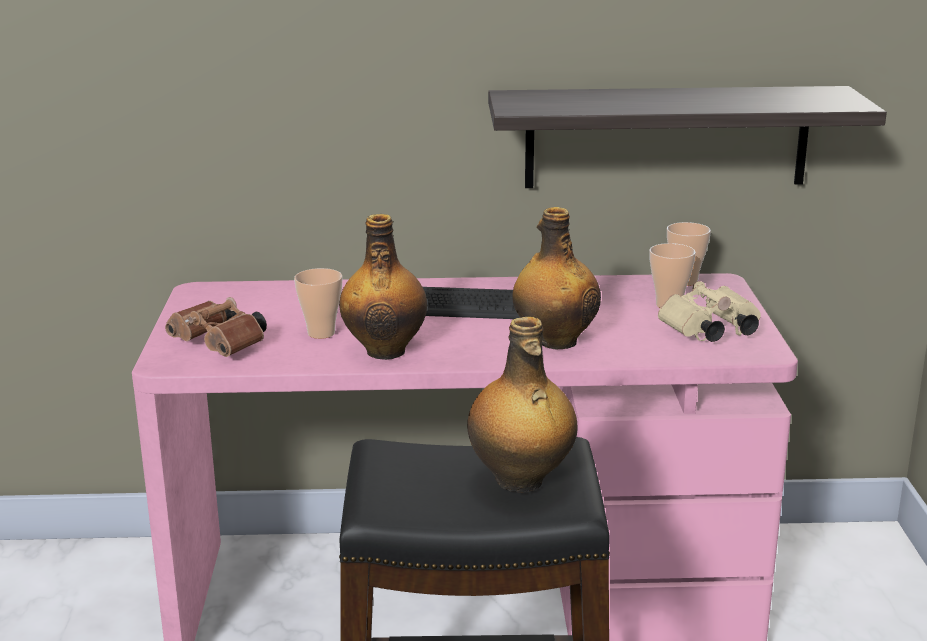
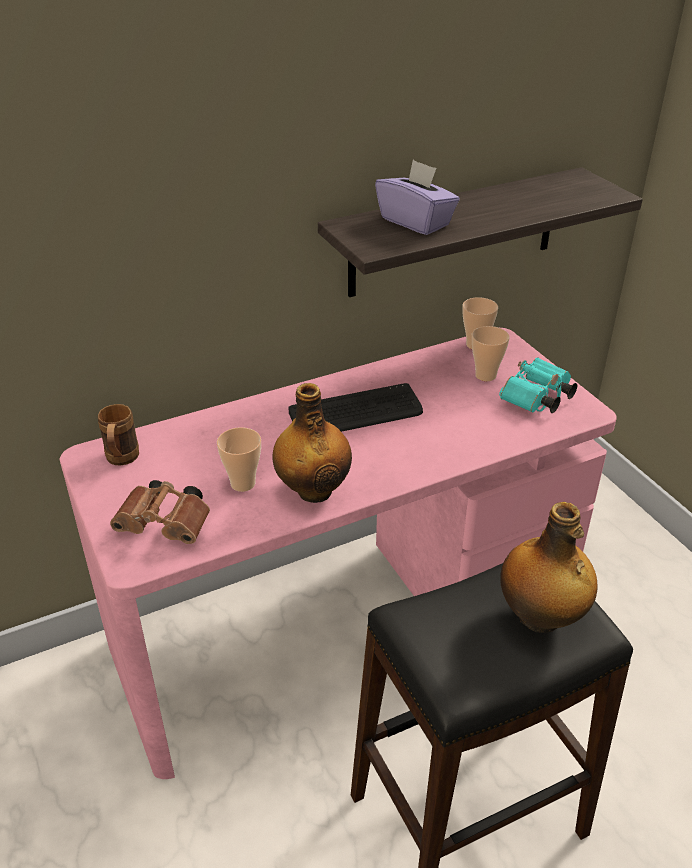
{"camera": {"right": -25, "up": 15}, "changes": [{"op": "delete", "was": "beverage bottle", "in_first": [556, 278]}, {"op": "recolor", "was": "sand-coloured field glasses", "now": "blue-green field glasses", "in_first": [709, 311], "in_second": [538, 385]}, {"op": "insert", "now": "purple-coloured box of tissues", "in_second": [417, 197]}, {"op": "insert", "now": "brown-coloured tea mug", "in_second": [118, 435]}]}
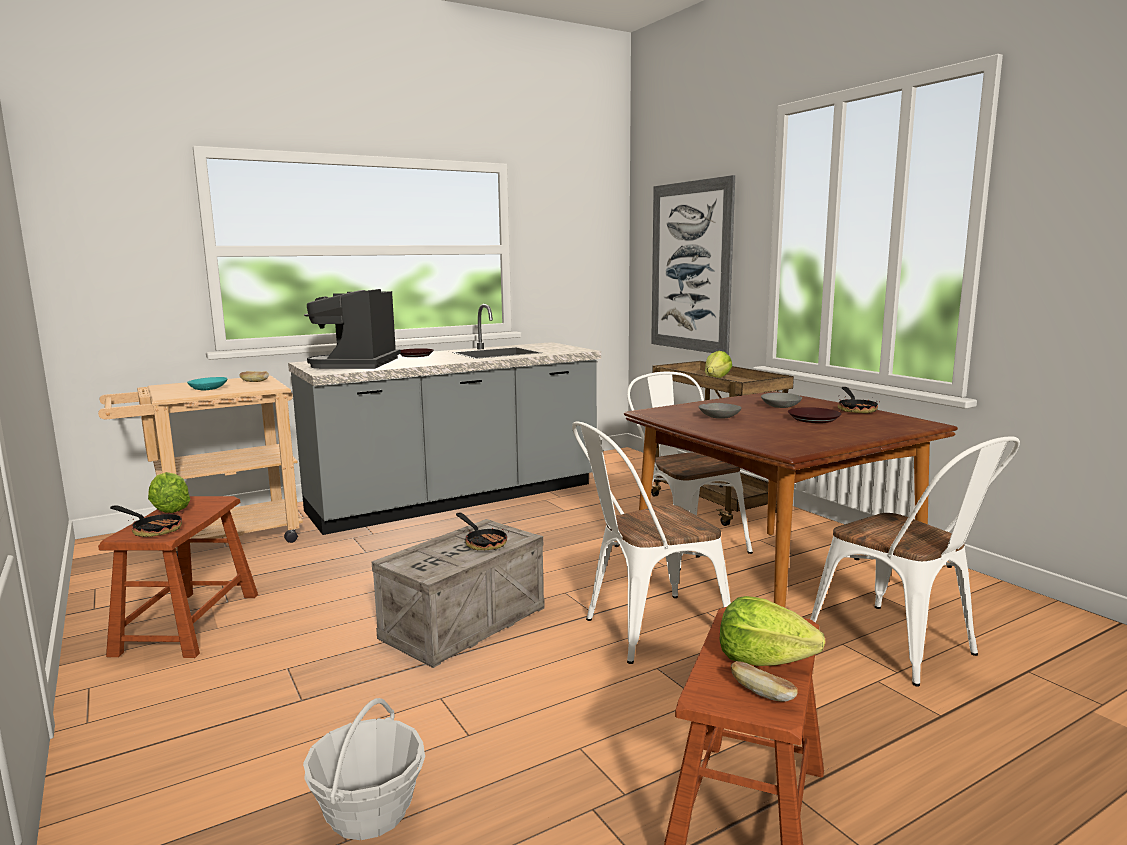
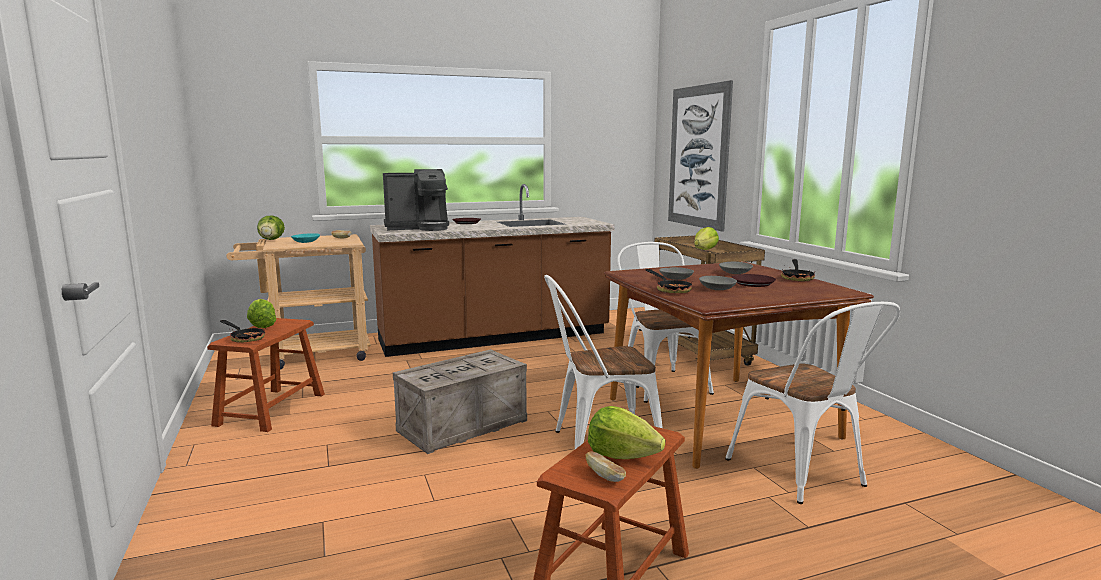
{"camera": {"right": 10, "up": 0}, "changes": [{"op": "rotate", "was": "coffee machine", "in_first": [352, 329], "in_second": [416, 200], "clockwise": -120}, {"op": "recolor", "was": "gray kitchen counter", "now": "brown-coloured kitchen counter", "in_first": [444, 419], "in_second": [492, 270]}, {"op": "move", "was": "pan", "in_first": [481, 531], "in_second": [669, 281]}, {"op": "delete", "was": "household basket", "in_first": [364, 769]}, {"op": "insert", "now": "lettuce head", "in_second": [271, 227]}, {"op": "insert", "now": "gray serving bowl", "in_second": [718, 283]}]}
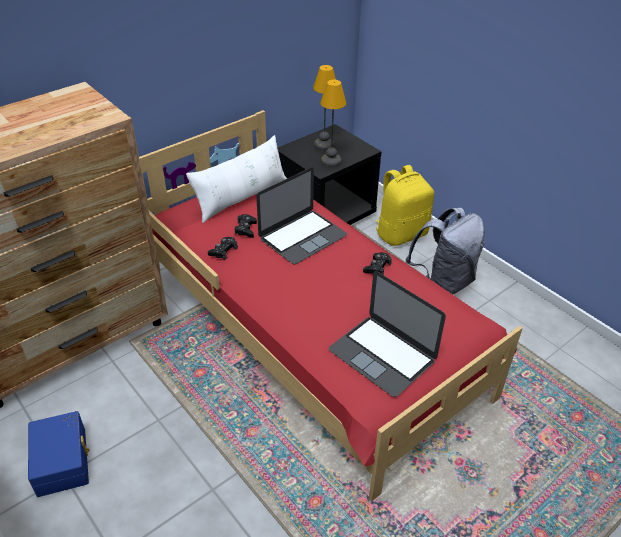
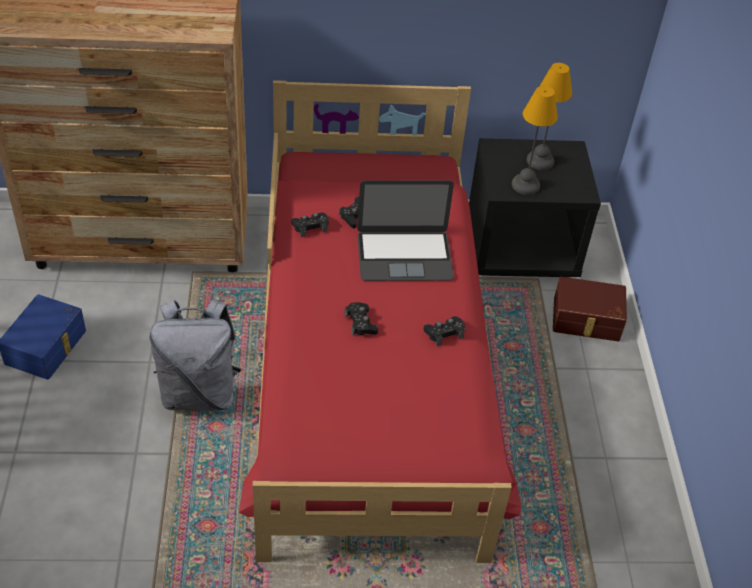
{"camera": {"right": 35, "up": 5}, "changes": [{"op": "delete", "was": "whitish cushion", "in_first": [236, 179]}, {"op": "replace", "was": "yellowish knapsack", "now": "brown-coloured storage box", "in_first": [404, 205], "in_second": [590, 309]}, {"op": "move", "was": "gray knapsack", "in_first": [445, 251], "in_second": [195, 355]}, {"op": "delete", "was": "laptop", "in_first": [387, 334]}, {"op": "insert", "now": "blackish gamepad", "in_second": [361, 319]}]}
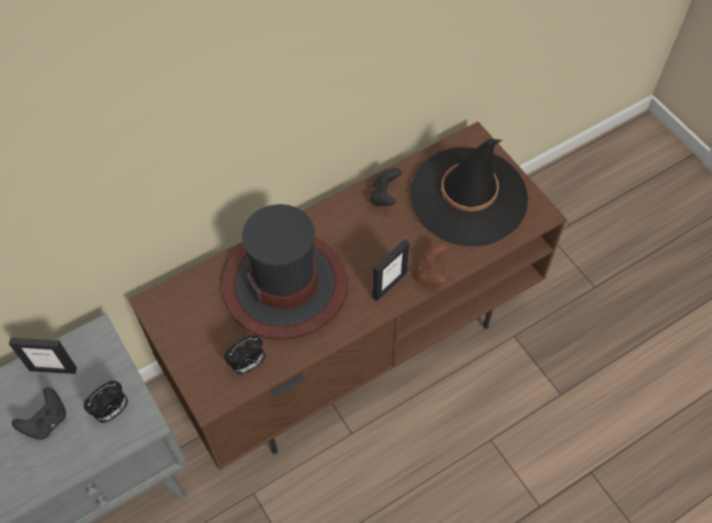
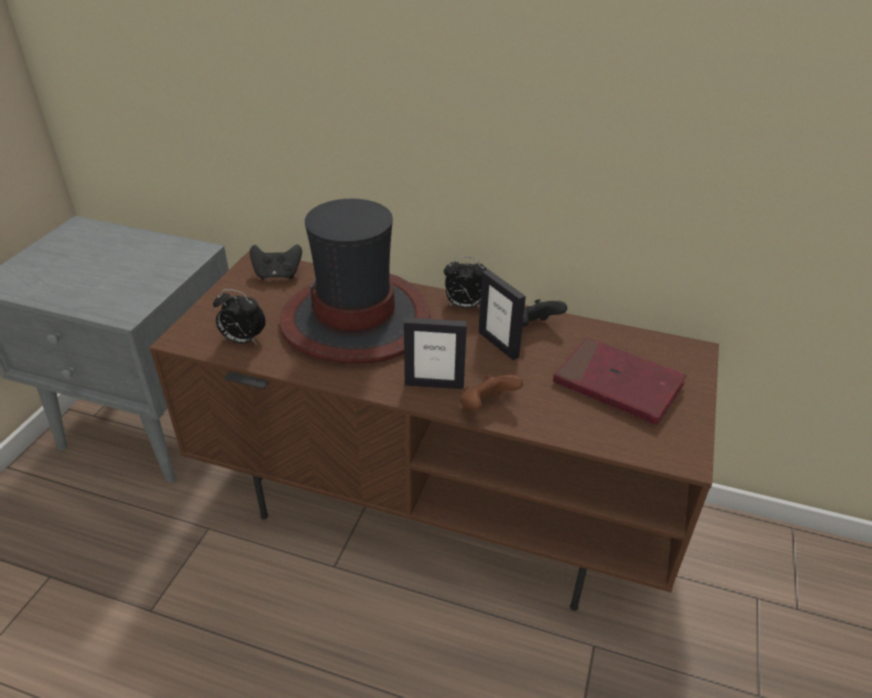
{"camera": {"right": 50, "up": -20}, "changes": [{"op": "replace", "was": "blackish wearable hat", "now": "red-coloured book", "in_first": [469, 192], "in_second": [620, 381]}, {"op": "move", "was": "photo frame", "in_first": [43, 356], "in_second": [502, 314]}, {"op": "move", "was": "table clock", "in_first": [106, 401], "in_second": [465, 282]}, {"op": "move", "was": "blackish gamepad", "in_first": [39, 413], "in_second": [276, 261]}]}
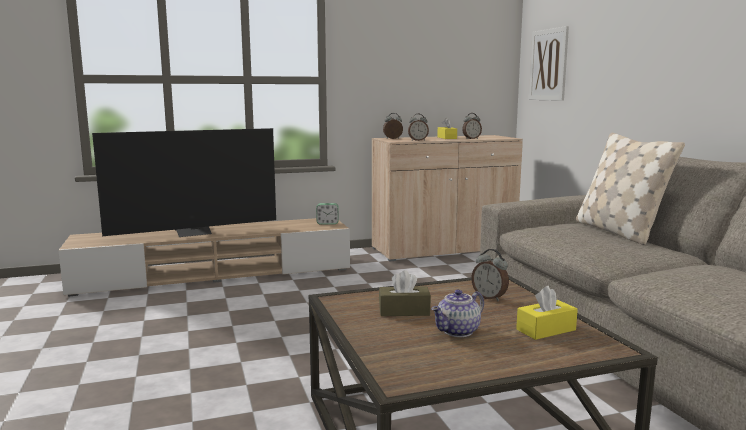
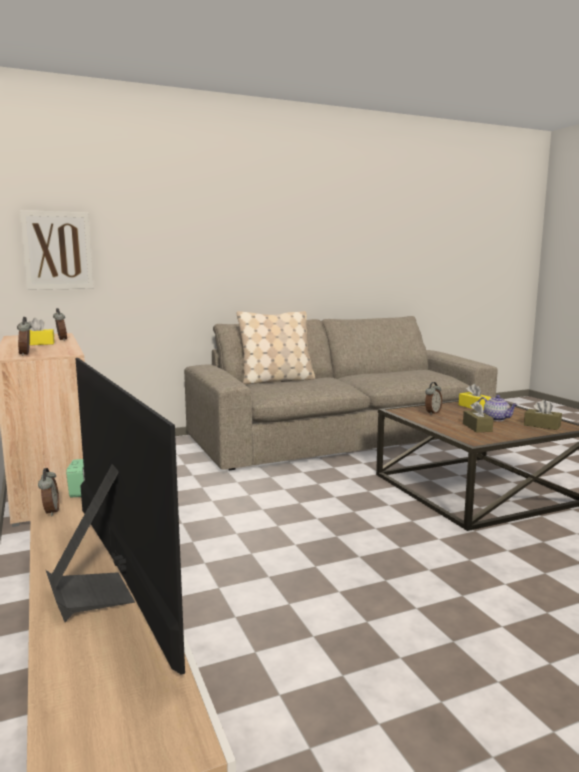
{"camera": {"right": -95, "up": 0}, "changes": [{"op": "move", "was": "table clock", "in_first": [418, 127], "in_second": [48, 492]}, {"op": "insert", "now": "brown-coloured box of tissues", "in_second": [543, 415]}]}
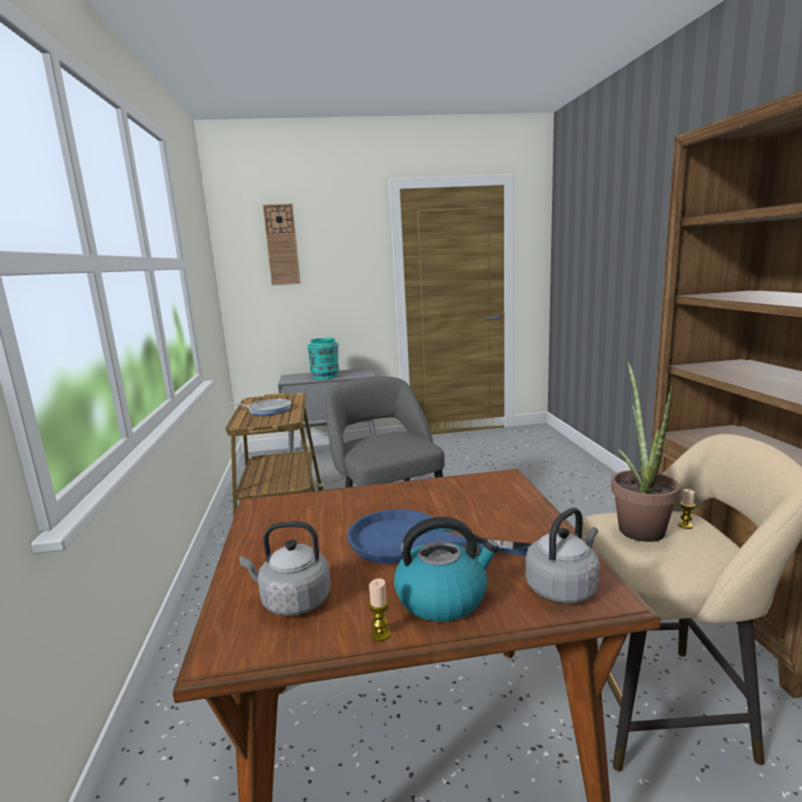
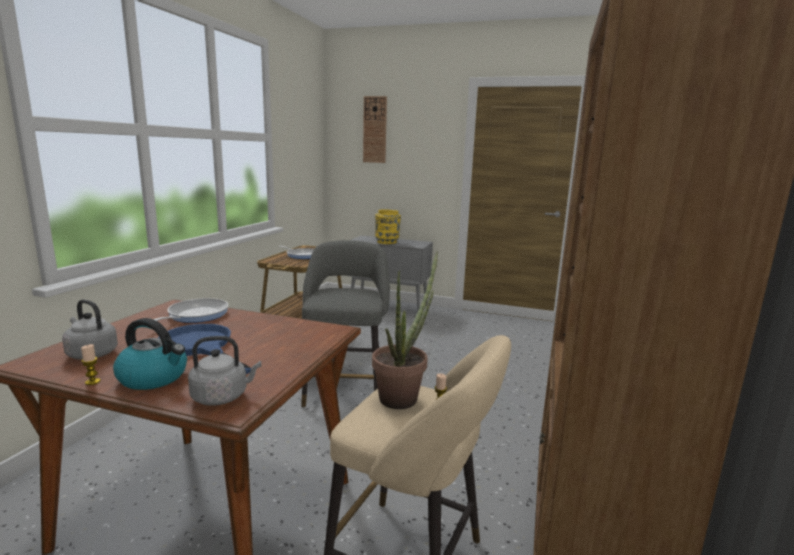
{"camera": {"right": 25, "up": 0}, "changes": [{"op": "recolor", "was": "blue-green vase", "now": "yellowish vase", "in_first": [323, 359], "in_second": [388, 226]}, {"op": "insert", "now": "pan", "in_second": [191, 310]}]}
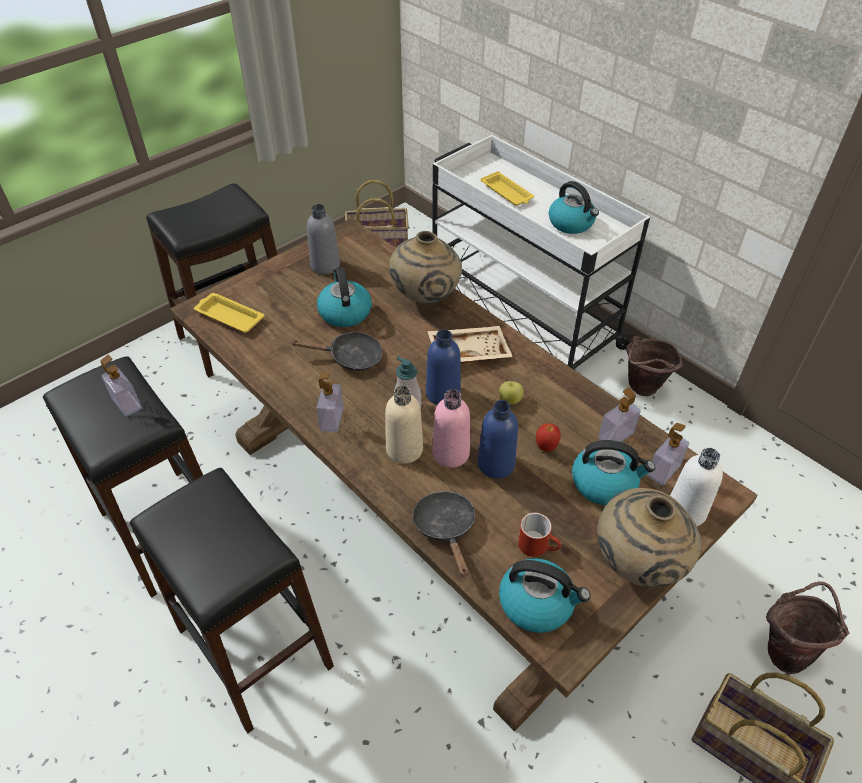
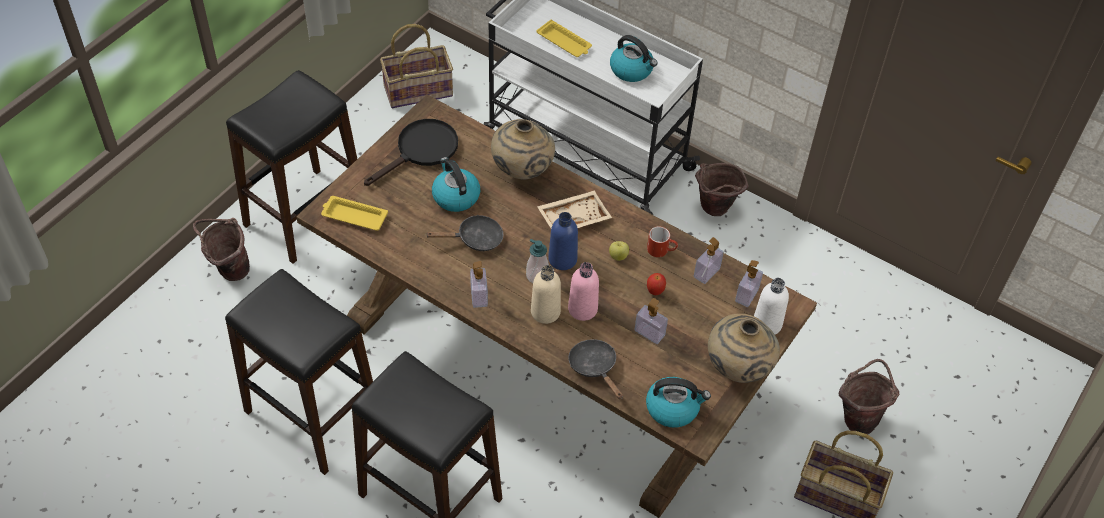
{"camera": {"right": -15, "up": 5}, "changes": [{"op": "replace", "was": "gray beverage bottle", "now": "blackish pan", "in_first": [323, 239], "in_second": [411, 152]}, {"op": "move", "was": "soap bottle", "in_first": [121, 386], "in_second": [651, 321]}, {"op": "delete", "was": "blue beverage bottle", "in_first": [497, 439]}, {"op": "delete", "was": "kettle", "in_first": [613, 472]}, {"op": "move", "was": "red-coloured tea mug", "in_first": [539, 535], "in_second": [662, 241]}, {"op": "insert", "now": "brown-coloured bucket", "in_second": [221, 249]}]}
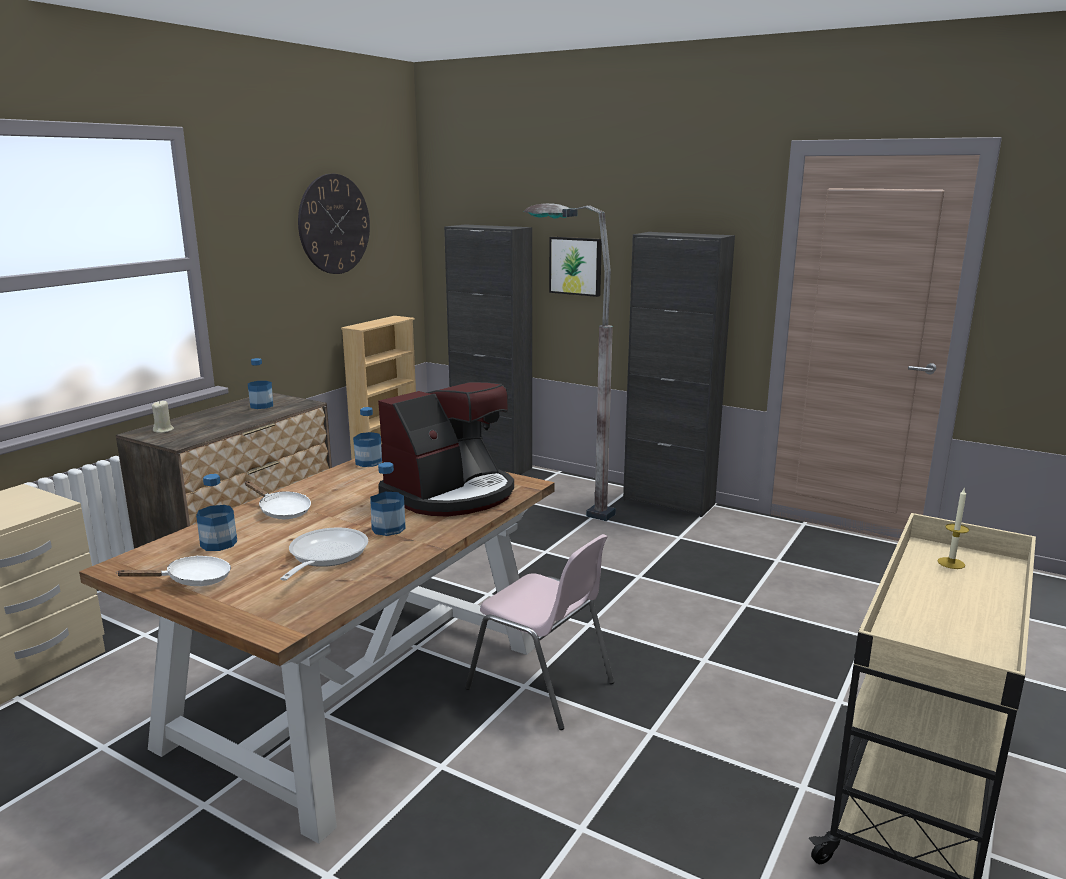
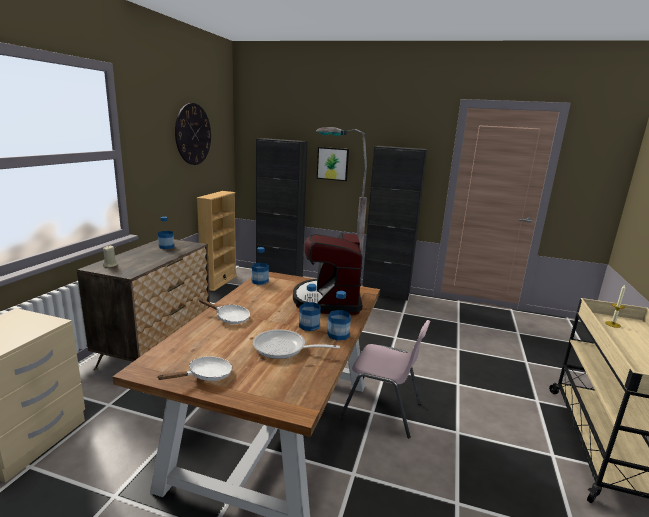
{"camera": {"right": -15, "up": 0}, "changes": [{"op": "rotate", "was": "coffee machine", "in_first": [446, 449], "in_second": [327, 274], "clockwise": 150}, {"op": "move", "was": "beverage bottle", "in_first": [216, 512], "in_second": [339, 316]}, {"op": "rotate", "was": "pan", "in_first": [324, 554], "in_second": [296, 344], "clockwise": -75}]}
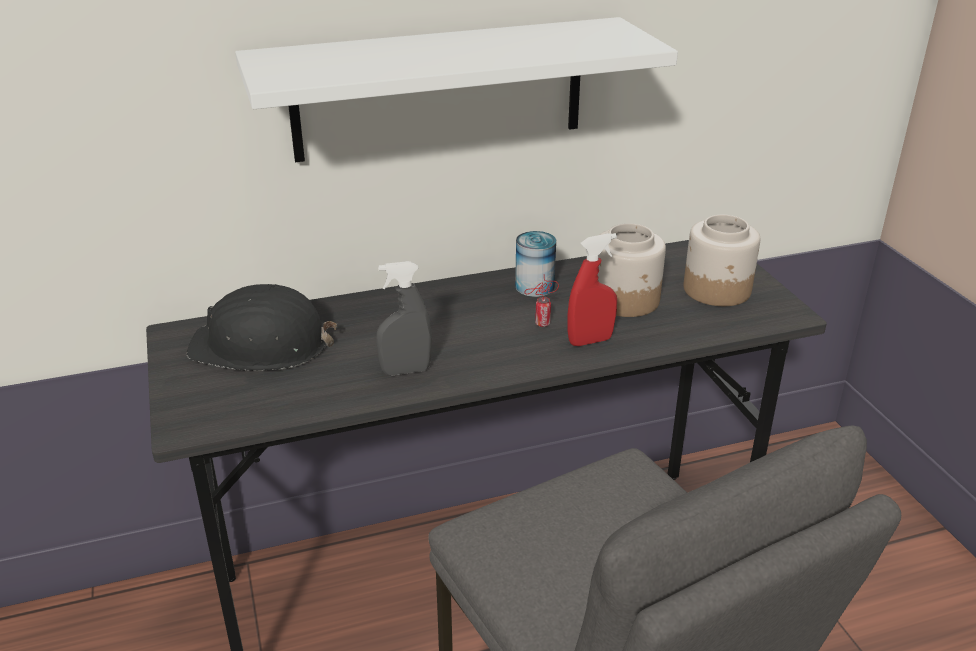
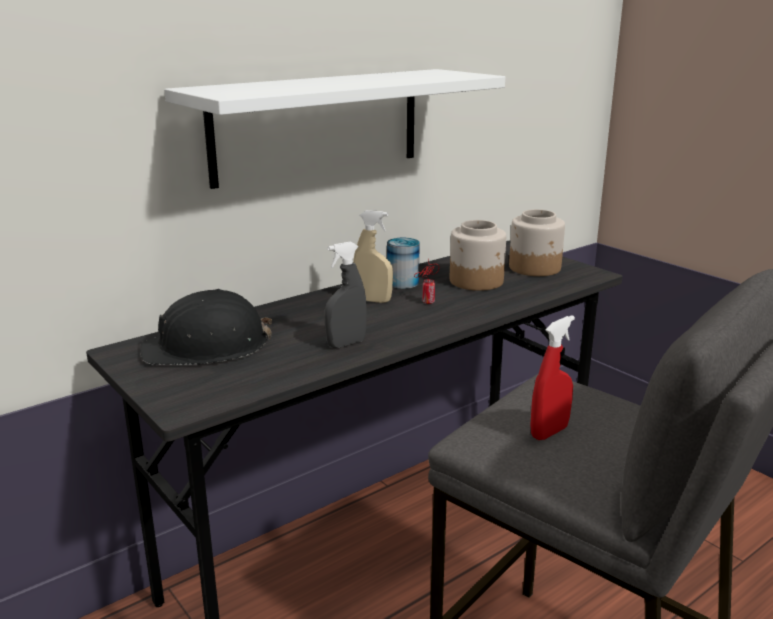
{"camera": {"right": -20, "up": -10}, "changes": [{"op": "move", "was": "red-coloured spray bottle", "in_first": [592, 289], "in_second": [552, 377]}, {"op": "insert", "now": "sand-coloured spray bottle", "in_second": [373, 256]}]}
